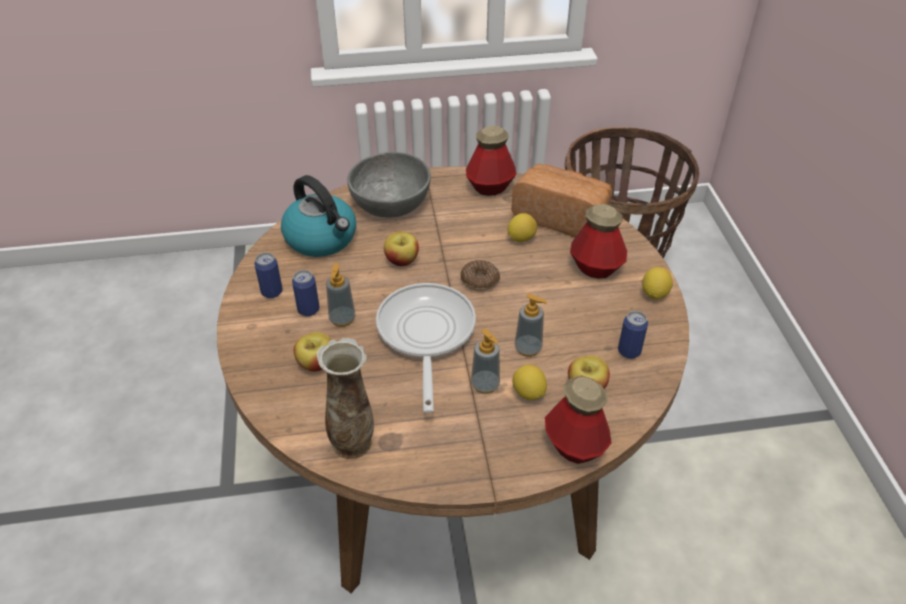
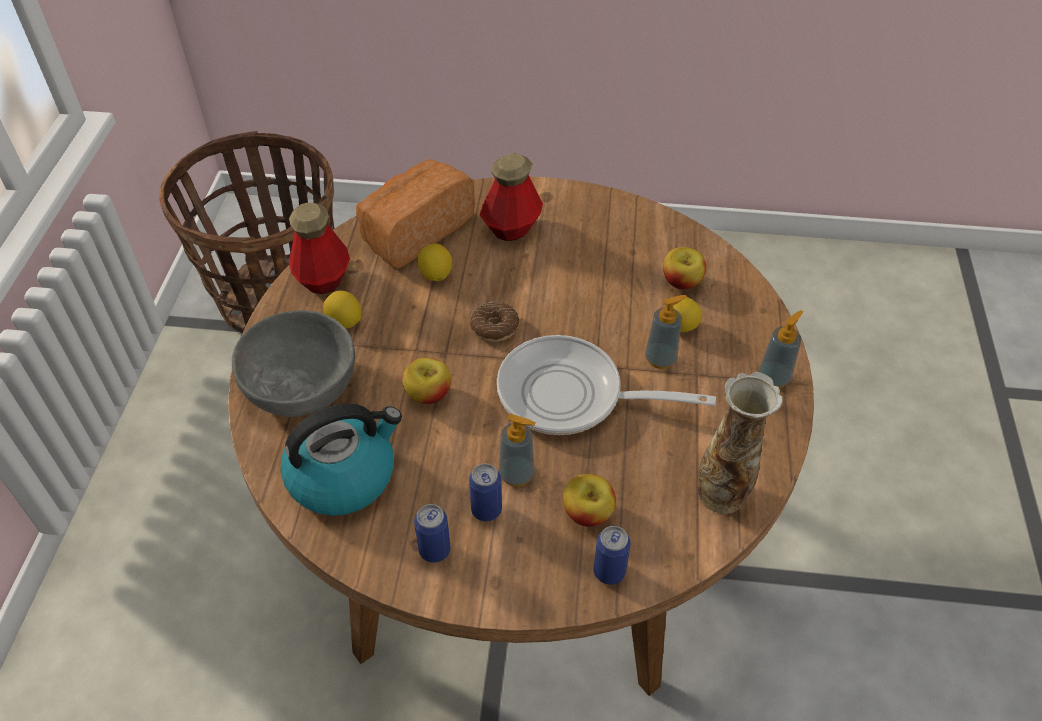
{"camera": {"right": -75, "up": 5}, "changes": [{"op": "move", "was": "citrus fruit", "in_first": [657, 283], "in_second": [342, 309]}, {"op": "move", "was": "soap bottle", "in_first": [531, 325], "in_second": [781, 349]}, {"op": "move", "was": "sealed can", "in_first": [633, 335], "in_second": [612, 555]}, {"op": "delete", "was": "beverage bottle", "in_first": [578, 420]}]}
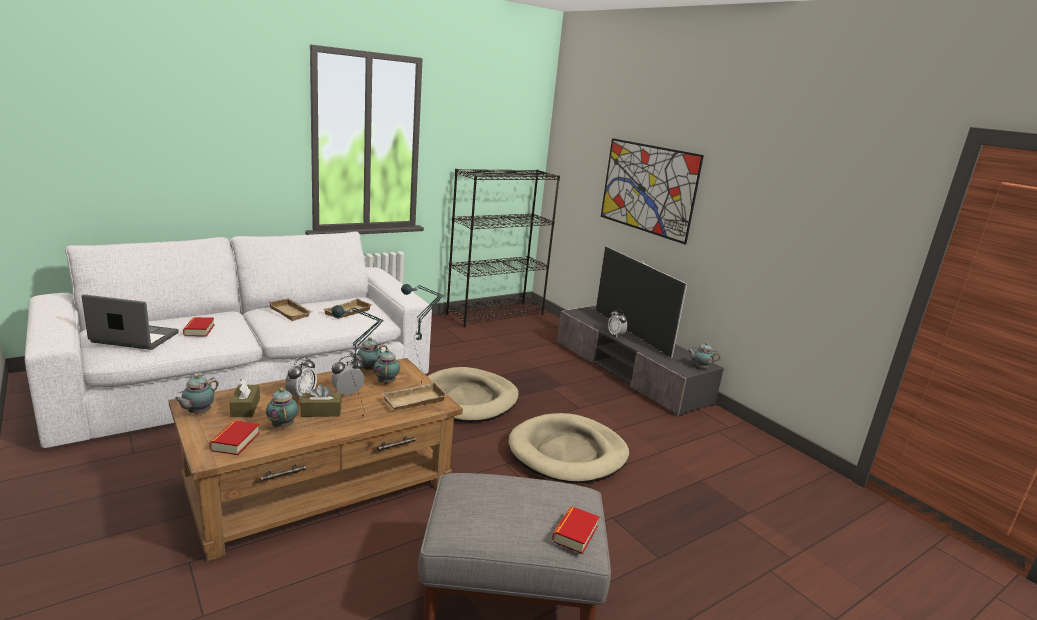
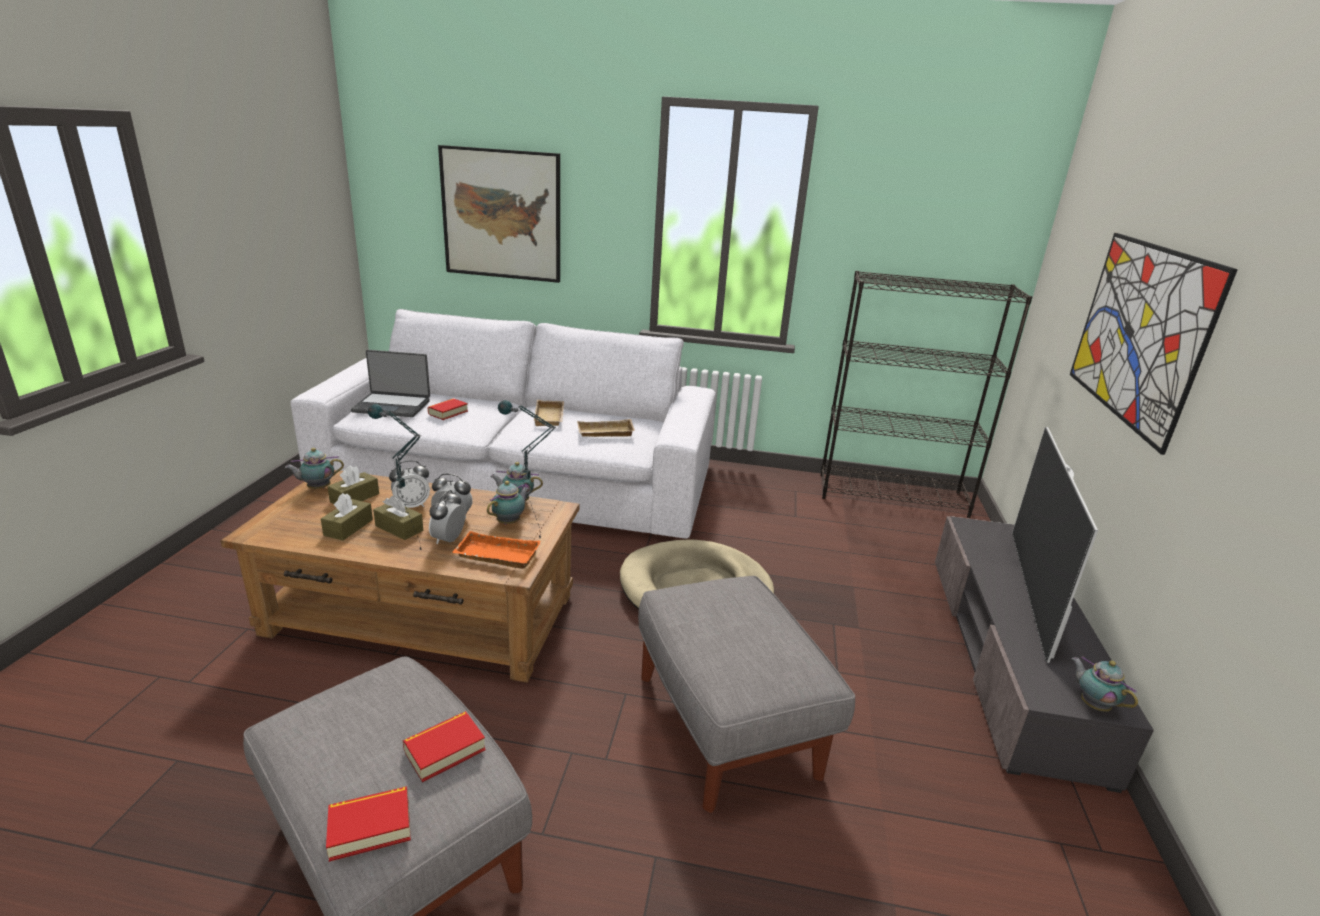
{"camera": {"right": 45, "up": 5}, "changes": [{"op": "rotate", "was": "laptop", "in_first": [130, 322], "in_second": [390, 383], "clockwise": 135}, {"op": "move", "was": "table clock", "in_first": [617, 323], "in_second": [447, 517]}, {"op": "recolor", "was": "sand-coloured carrying tray", "now": "orange-coloured carrying tray", "in_first": [415, 396], "in_second": [496, 550]}, {"op": "replace", "was": "pot for tea", "now": "brown-coloured box of tissues", "in_first": [282, 408], "in_second": [347, 516]}, {"op": "replace", "was": "sand-coloured dog cushion", "now": "gray footrest", "in_first": [568, 448], "in_second": [746, 694]}, {"op": "move", "was": "book", "in_first": [234, 437], "in_second": [444, 746]}, {"op": "insert", "now": "wall art", "in_second": [499, 214]}]}
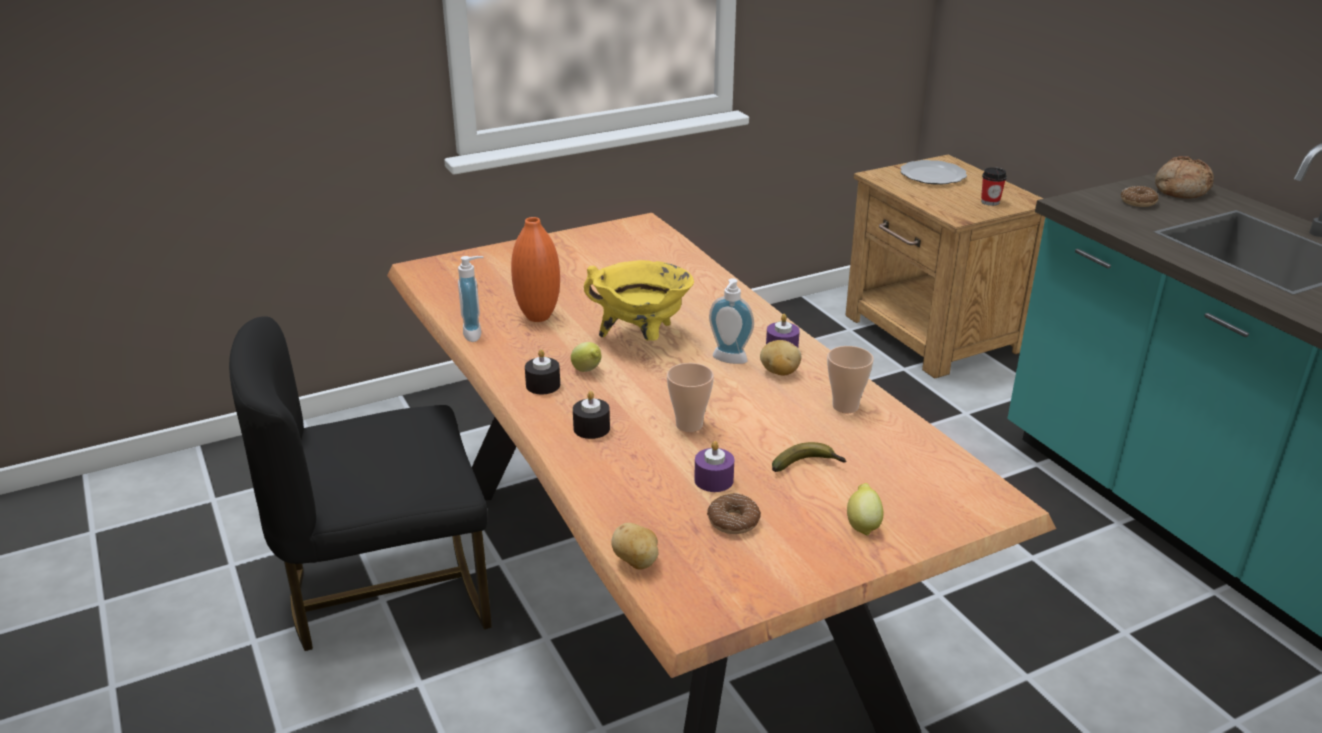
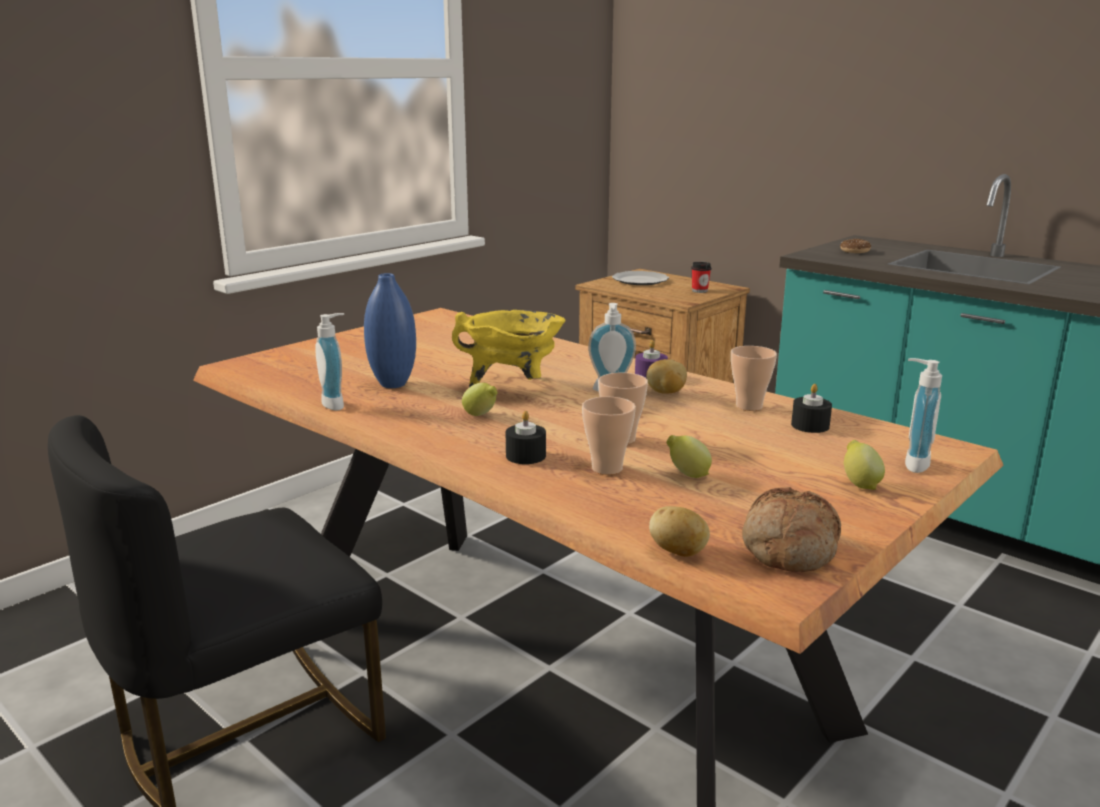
{"camera": {"right": -20, "up": -10}, "changes": [{"op": "move", "was": "bread", "in_first": [1184, 177], "in_second": [791, 529]}, {"op": "recolor", "was": "orange-coloured vase", "now": "blue vase", "in_first": [535, 269], "in_second": [390, 330]}, {"op": "move", "was": "blackish candle", "in_first": [542, 371], "in_second": [811, 408]}, {"op": "replace", "was": "purple-coloured candle", "now": "citrus fruit", "in_first": [714, 466], "in_second": [689, 456]}, {"op": "delete", "was": "banana fruit", "in_first": [809, 457]}, {"op": "delete", "was": "ring doughnut", "in_first": [734, 513]}, {"op": "insert", "now": "soap bottle", "in_second": [923, 415]}, {"op": "insert", "now": "small cup", "in_second": [609, 436]}]}
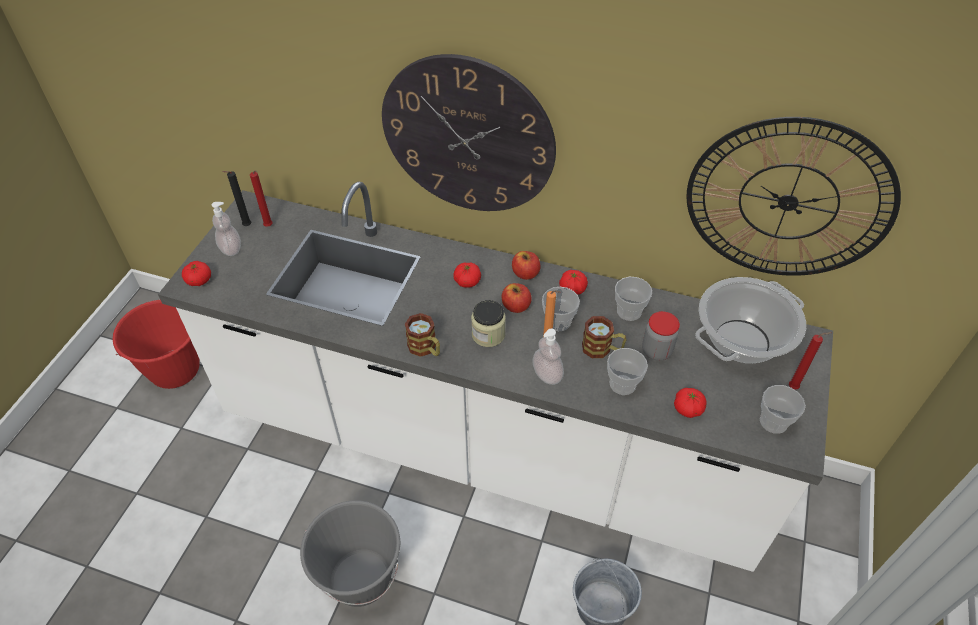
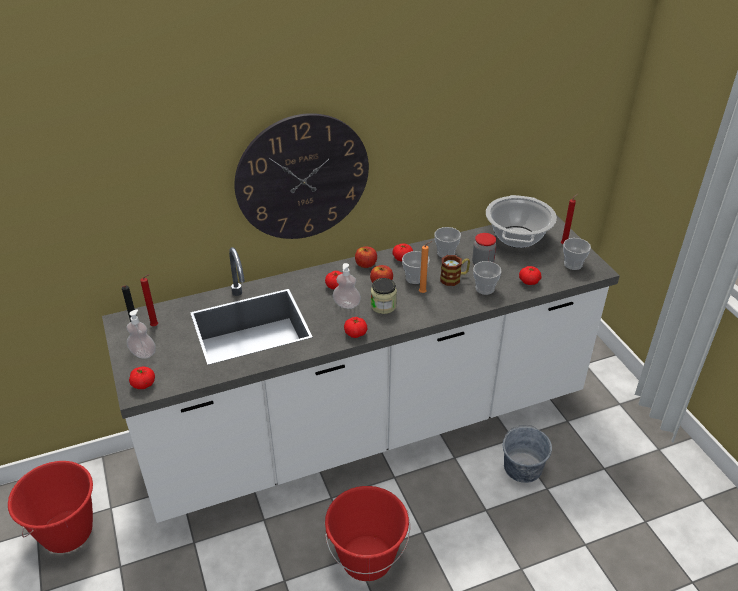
{"camera": {"right": -40, "up": -10}, "changes": [{"op": "delete", "was": "wall clock", "in_first": [793, 196]}, {"op": "replace", "was": "tea mug", "now": "whole tomato", "in_first": [422, 335], "in_second": [355, 327]}, {"op": "move", "was": "soap bottle", "in_first": [548, 357], "in_second": [347, 286]}, {"op": "recolor", "was": "gray bucket", "now": "red-coloured bucket", "in_first": [350, 553], "in_second": [367, 533]}]}
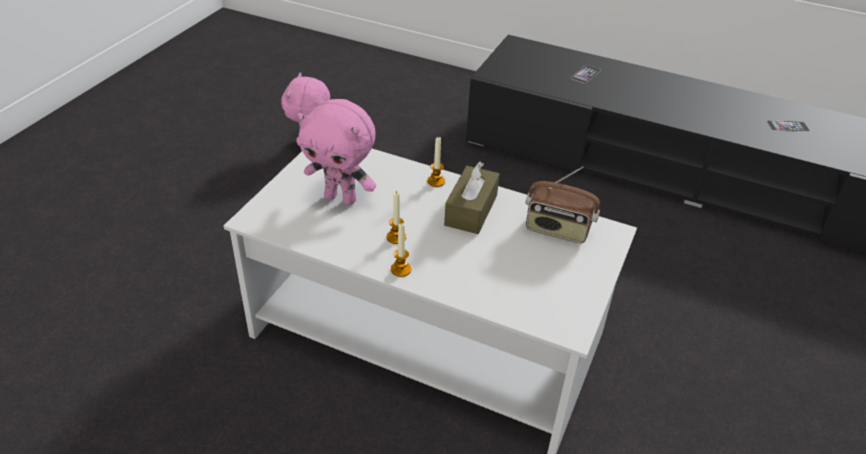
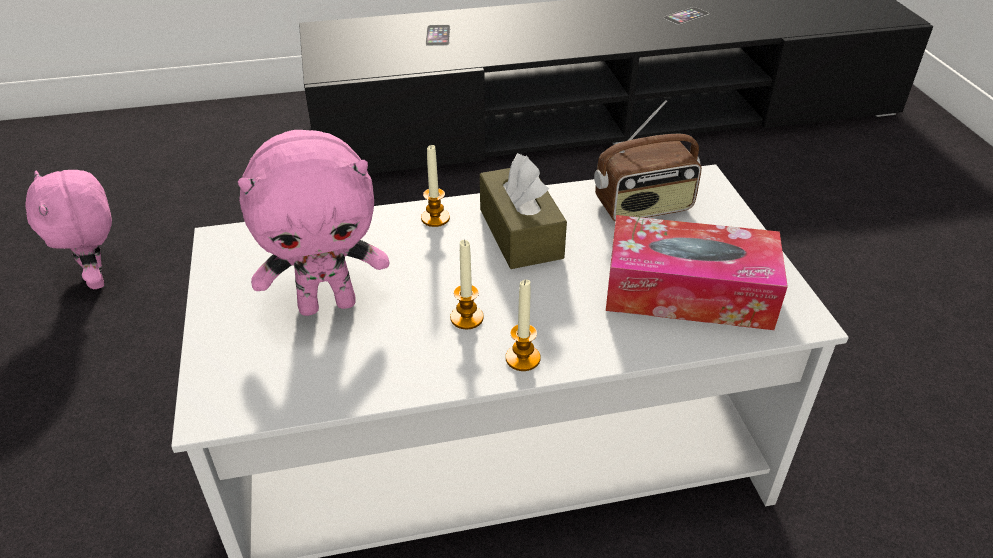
{"camera": {"right": -35, "up": 0}, "changes": [{"op": "insert", "now": "box of tissues", "in_second": [697, 272]}]}
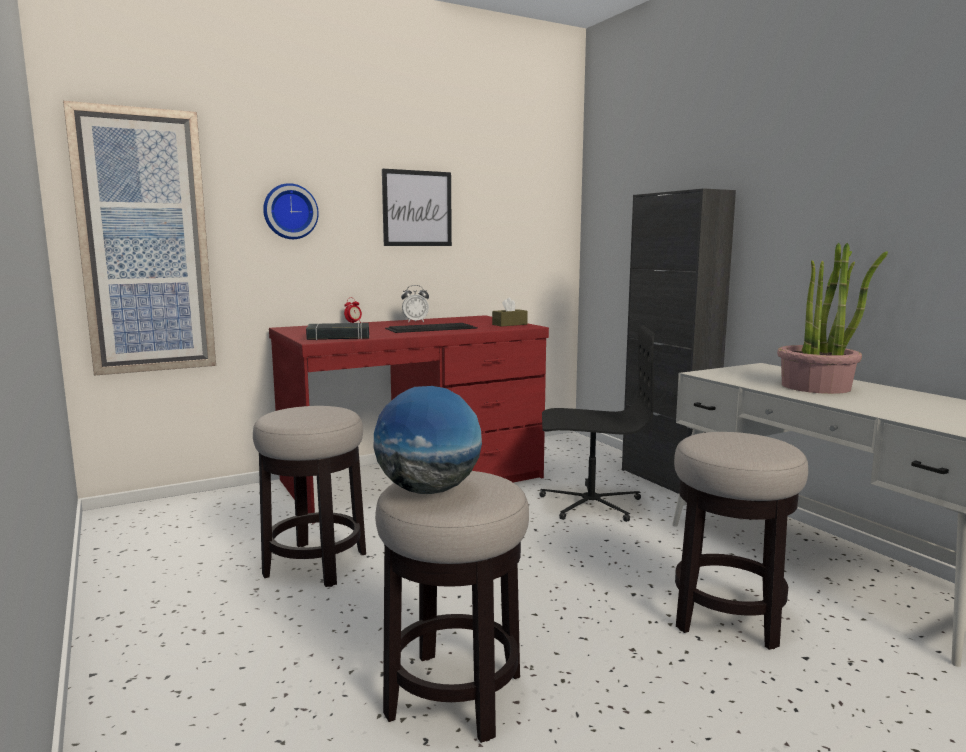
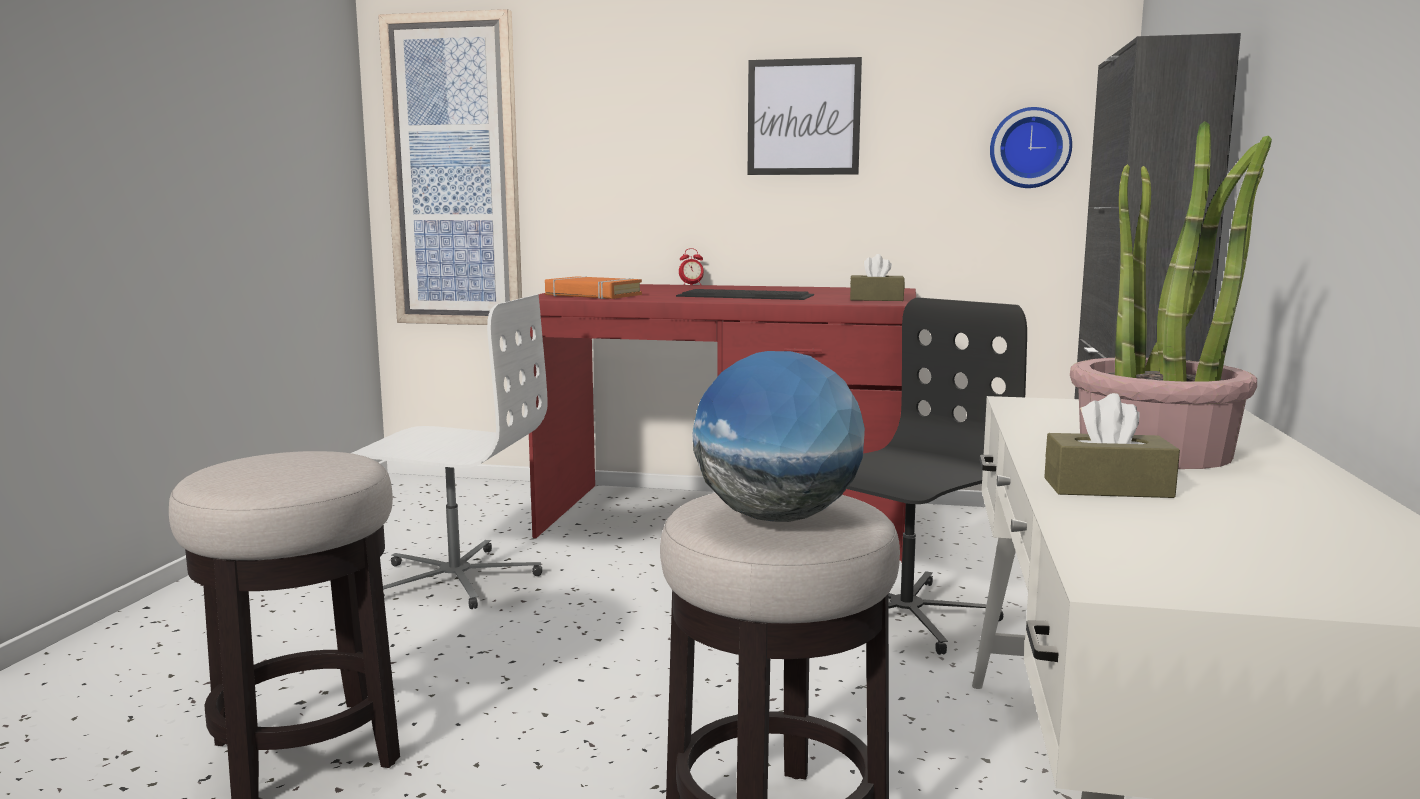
{"camera": {"right": 40, "up": 0}, "changes": [{"op": "move", "was": "wall clock", "in_first": [291, 211], "in_second": [1031, 147]}, {"op": "delete", "was": "table clock", "in_first": [415, 304]}, {"op": "recolor", "was": "blackish book", "now": "orange-coloured book", "in_first": [337, 331], "in_second": [593, 287]}, {"op": "rotate", "was": "blackish office chair", "in_first": [597, 423], "in_second": [937, 476], "clockwise": -90}, {"op": "move", "was": "globe", "in_first": [428, 440], "in_second": [778, 436]}, {"op": "replace", "was": "sitting stool", "now": "whitish office chair", "in_first": [309, 496], "in_second": [450, 451]}, {"op": "insert", "now": "brown-coloured box of tissues", "in_second": [1112, 445]}]}
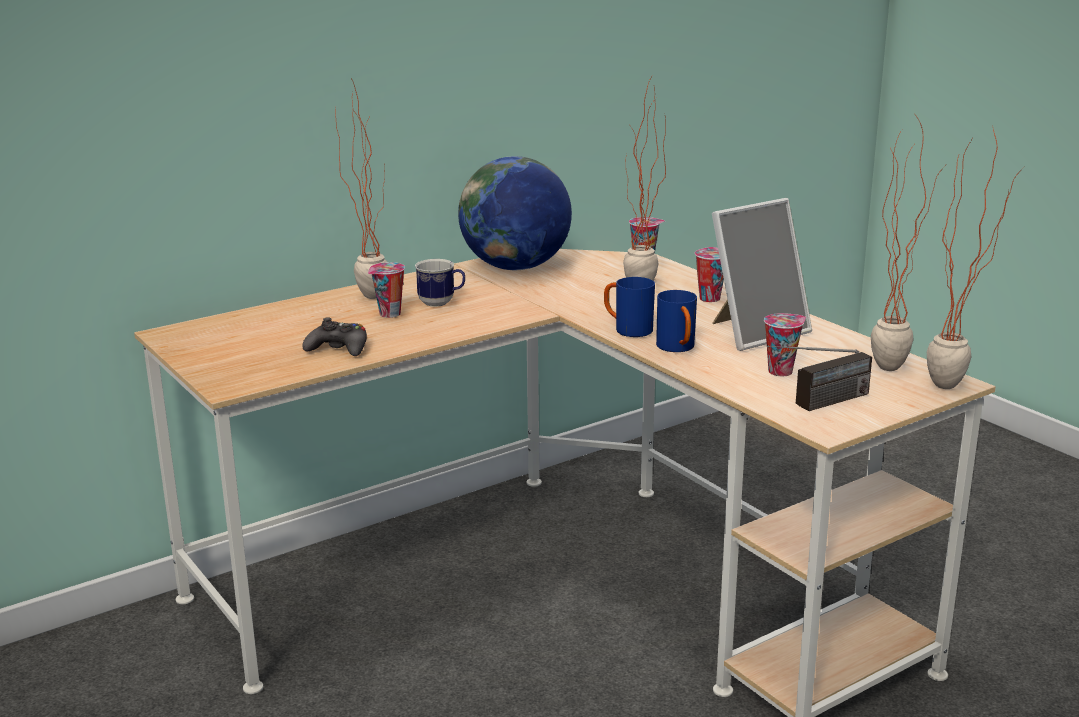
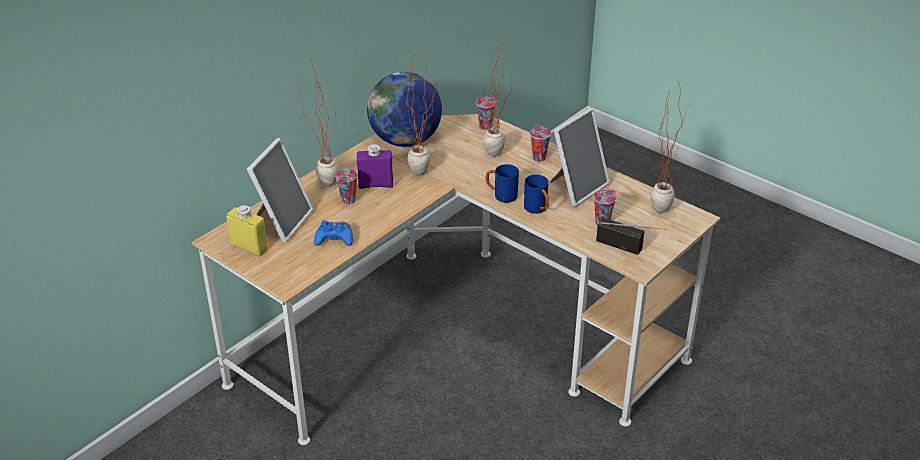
{"camera": {"right": -15, "up": 15}, "changes": [{"op": "move", "was": "houseplant", "in_first": [975, 259], "in_second": [422, 113]}, {"op": "replace", "was": "tea mug", "now": "purple-coloured beverage bottle", "in_first": [440, 283], "in_second": [375, 166]}, {"op": "recolor", "was": "blackish gamepad", "now": "blue gamepad", "in_first": [334, 336], "in_second": [333, 233]}, {"op": "rotate", "was": "radio receiver", "in_first": [819, 378], "in_second": [631, 236], "clockwise": -105}, {"op": "insert", "now": "photo frame", "in_second": [280, 190]}, {"op": "insert", "now": "yellowish beverage bottle", "in_second": [247, 231]}]}
